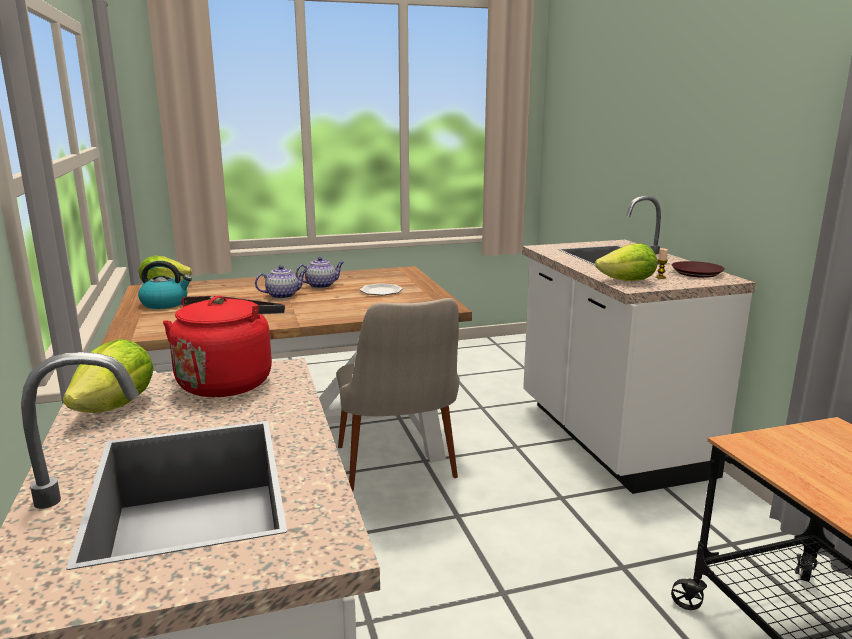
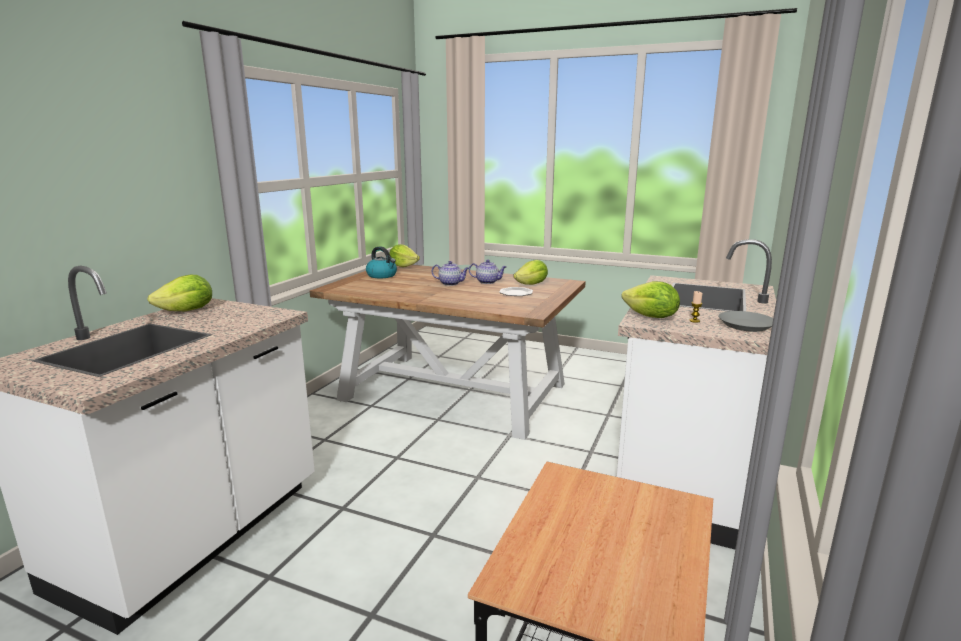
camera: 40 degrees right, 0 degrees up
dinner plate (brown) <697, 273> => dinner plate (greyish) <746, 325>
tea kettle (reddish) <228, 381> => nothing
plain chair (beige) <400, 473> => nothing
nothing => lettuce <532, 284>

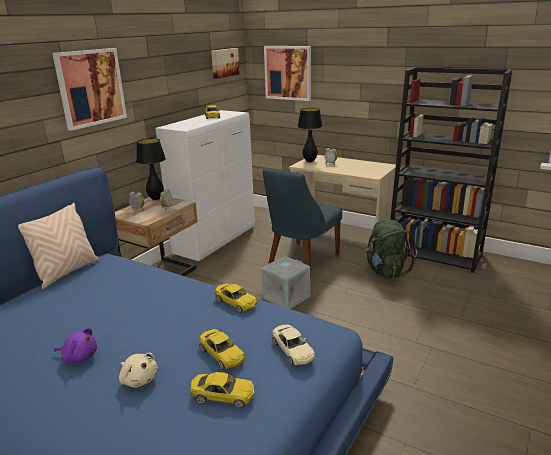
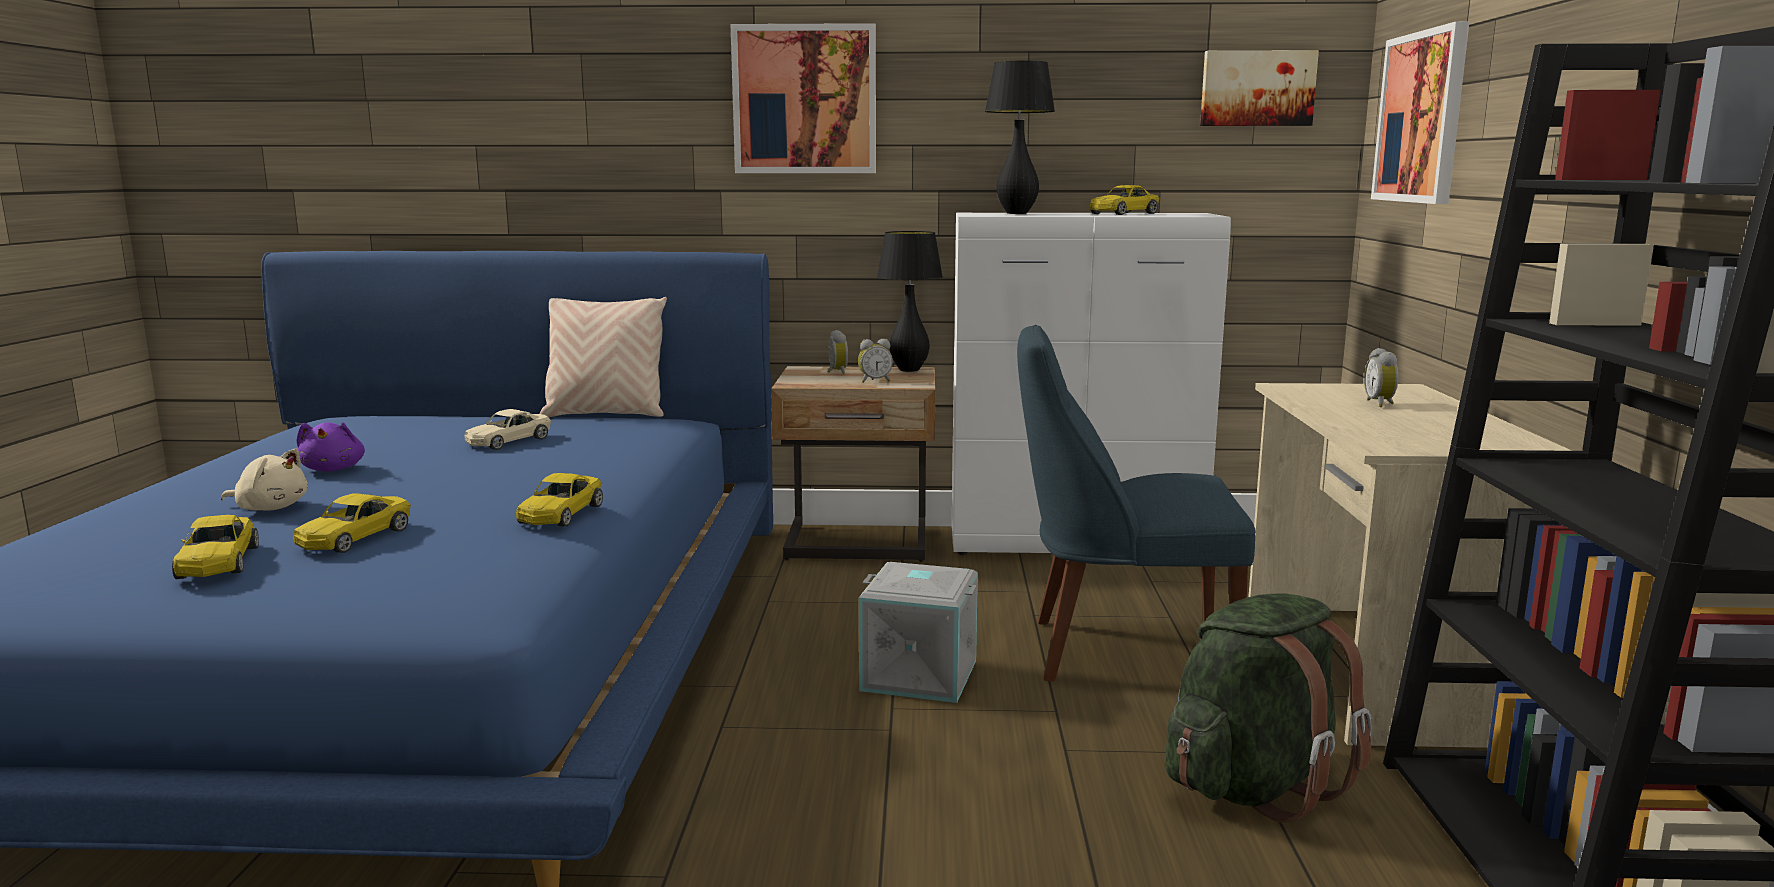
camera: 60 degrees right, 10 degrees down
lamp for a table (blackish) <310, 161> => lamp for a table (blackish) <1016, 213>, relocated
miniature car (beige) <293, 350> => miniature car (beige) <509, 441>, relocated
soft toy (beige) <139, 379> => soft toy (beige) <270, 508>, 90 degrees counterclockwise

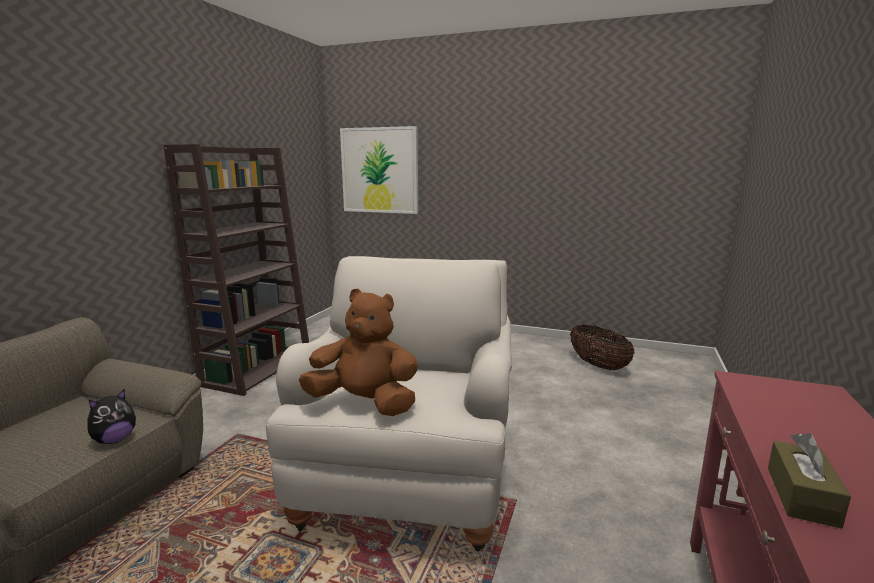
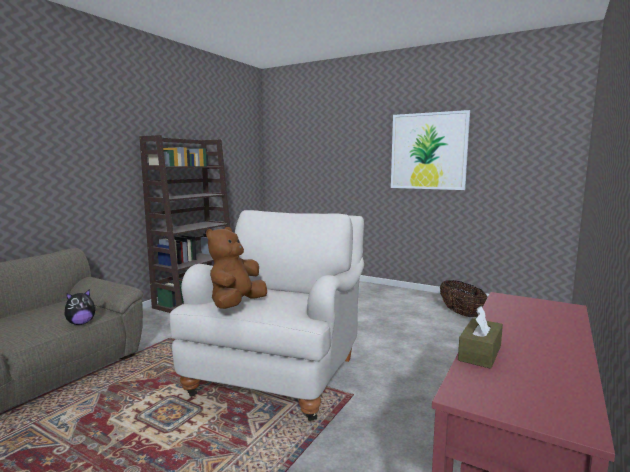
camera: 10 degrees right, 5 degrees down
wall picture <379, 170> => wall picture <428, 151>, relocated
soft toy (brown) <365, 403> => soft toy (brown) <236, 305>, 90 degrees counterclockwise

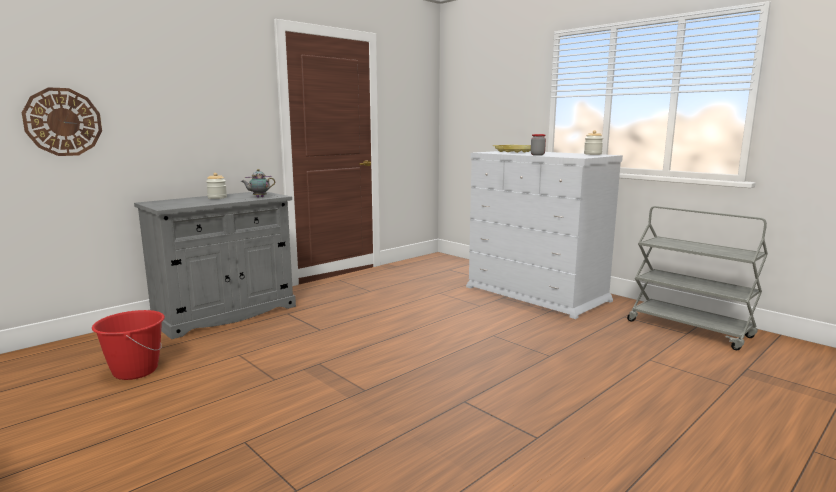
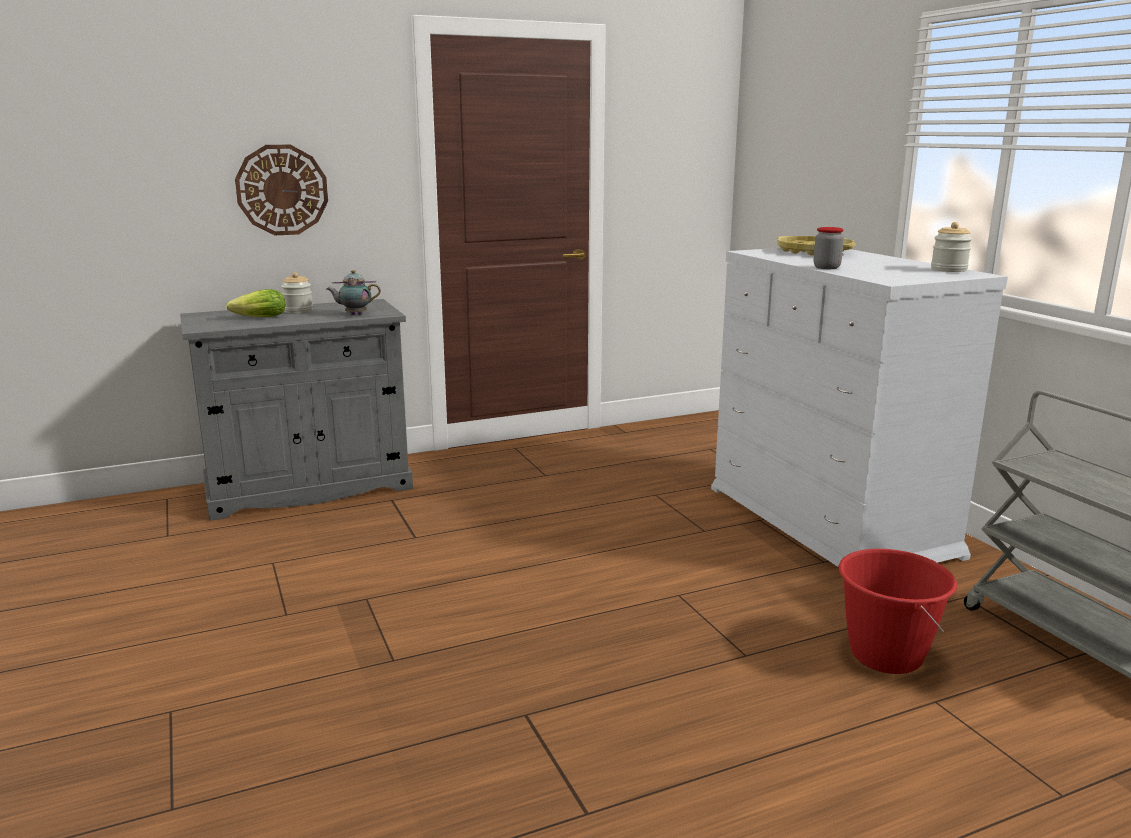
camera: 20 degrees right, 5 degrees up
hanging clock <63, 122> => hanging clock <282, 190>, relocated
pail (reddish) <135, 371> => pail (reddish) <885, 655>, relocated
nothing => lettuce <257, 318>

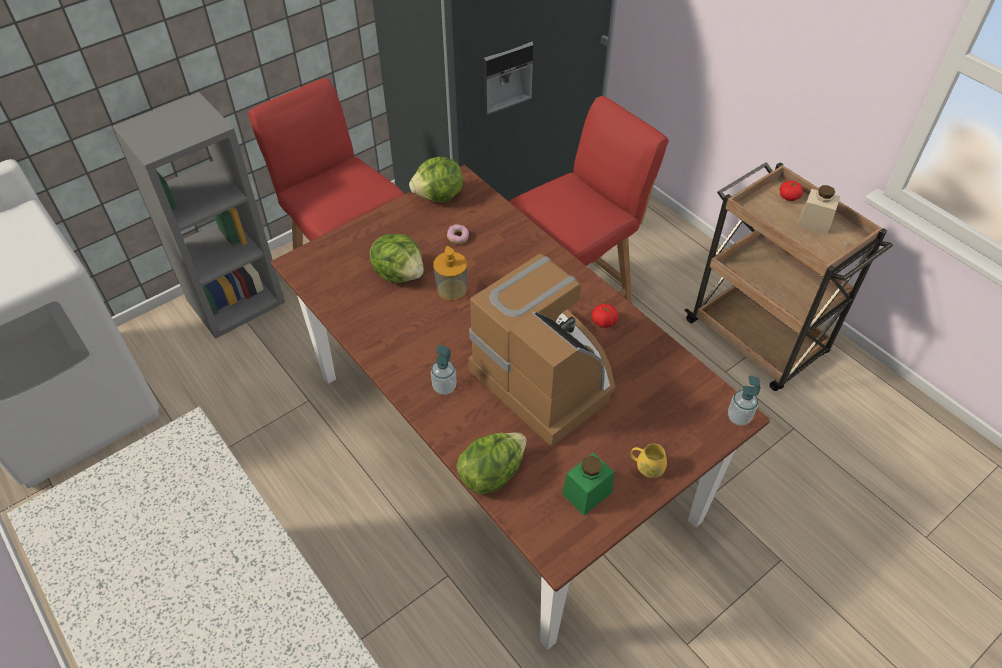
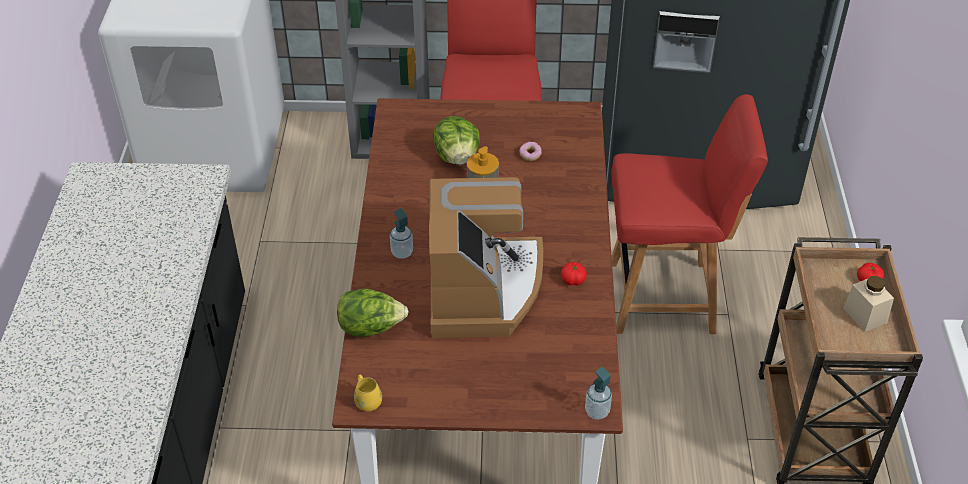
camera: 40 degrees right, 5 degrees down
lettuce <439, 197> => nothing
mug (yellowish) <646, 466> => mug (yellowish) <367, 400>, relocated
storage jar (greenish) <587, 493> => nothing

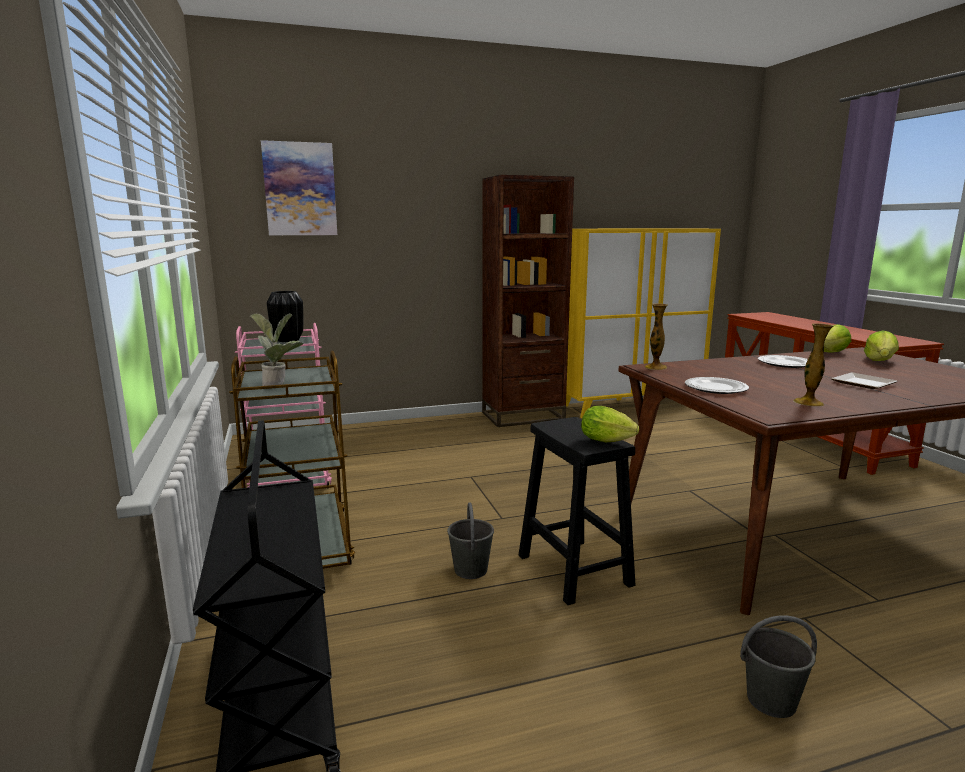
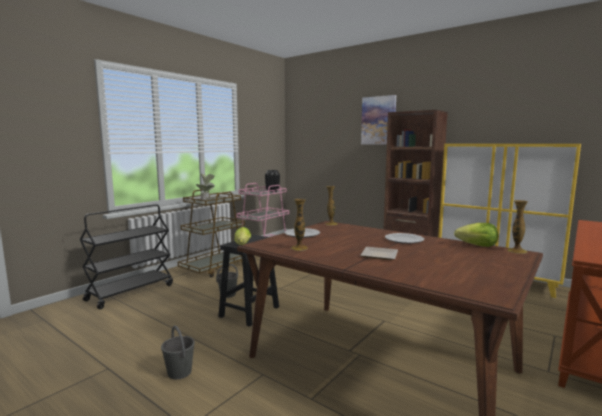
camera: 55 degrees right, 5 degrees down
wall picture <300, 189> => wall picture <378, 120>, relocated
lettuce <880, 361> => nothing
nothing => flower vase <517, 251>

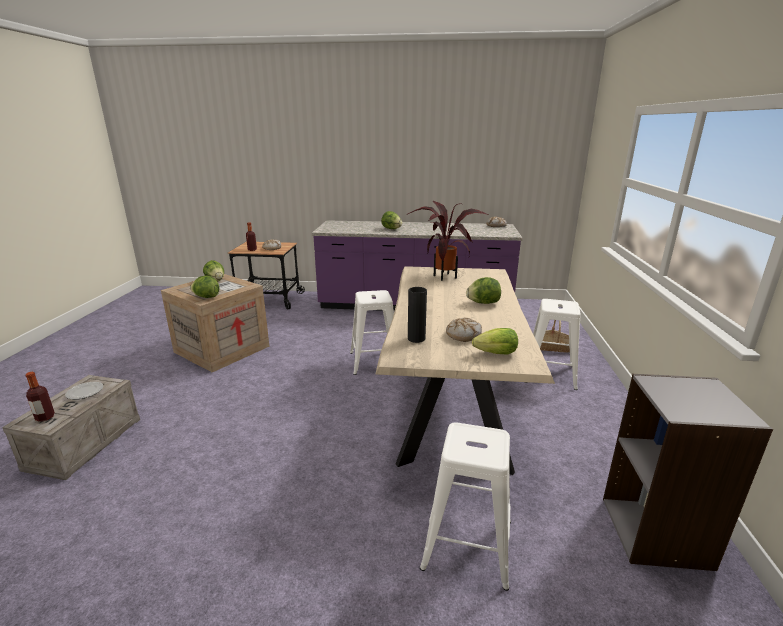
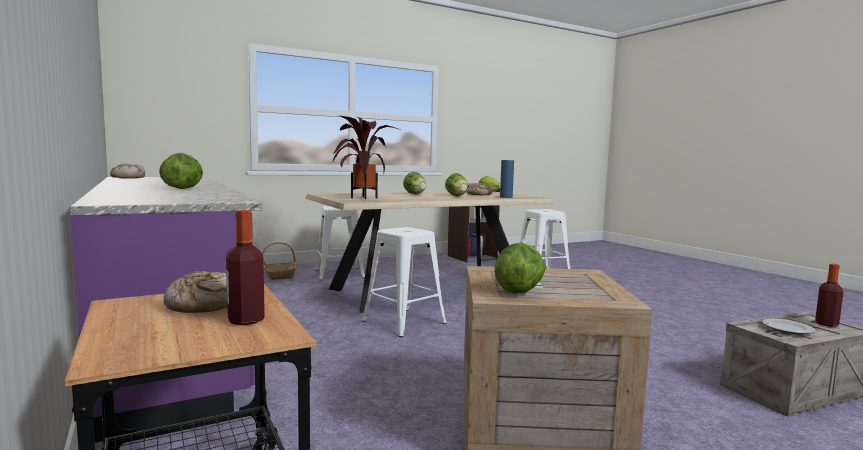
camera: 125 degrees left, 15 degrees down
lettuce <206, 297> => lettuce <456, 196>, relocated
flower vase (blackish) <416, 338> => flower vase (blue-coloured) <506, 197>

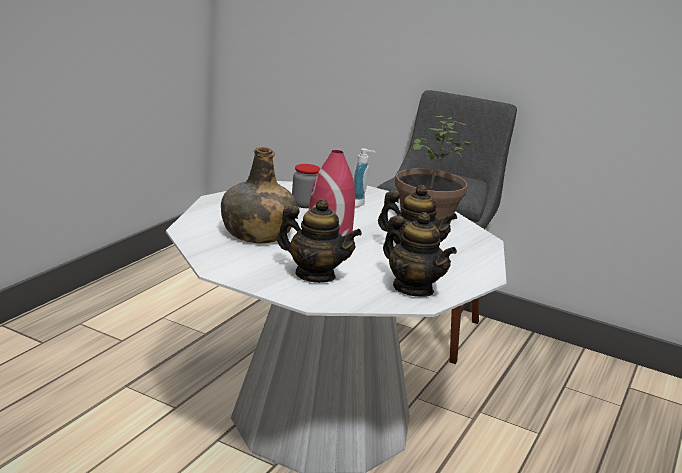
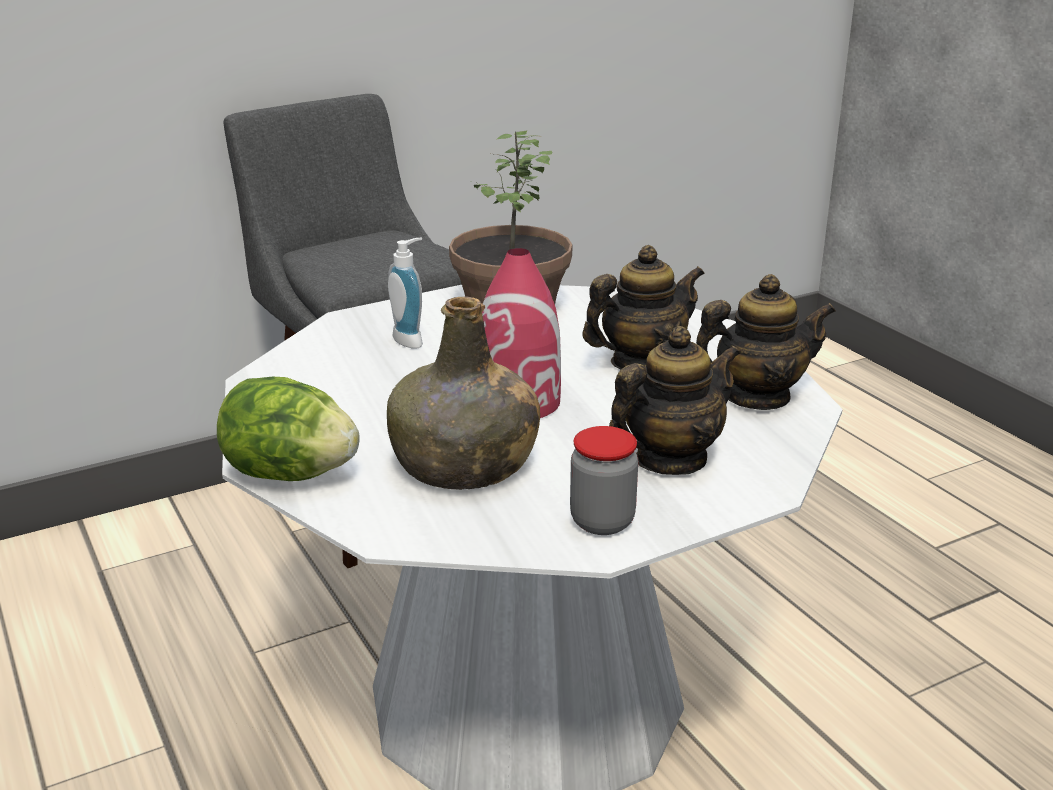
camera: 55 degrees left, 5 degrees up
storage jar <304, 204> => storage jar <602, 521>, relocated
nothing => lettuce <290, 474>

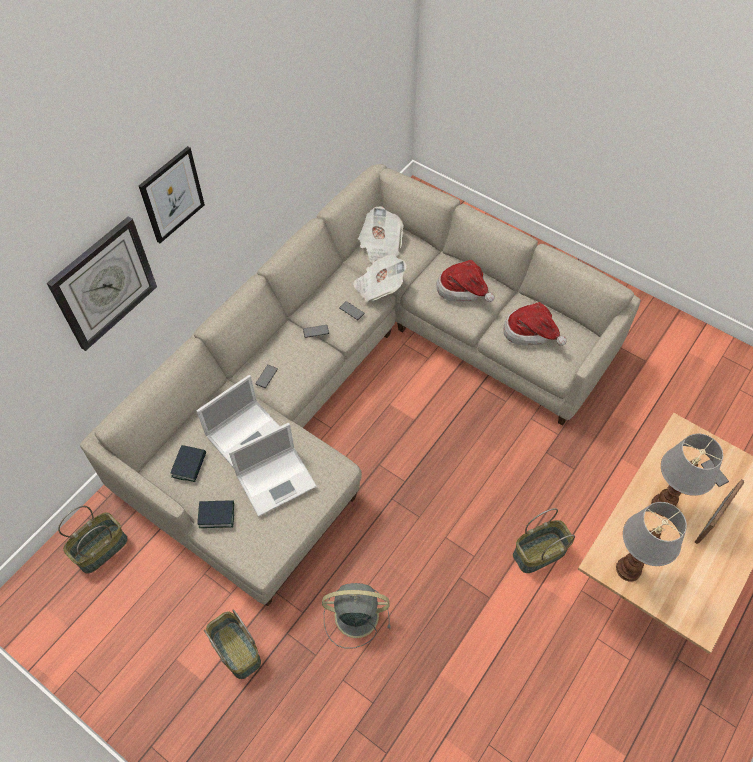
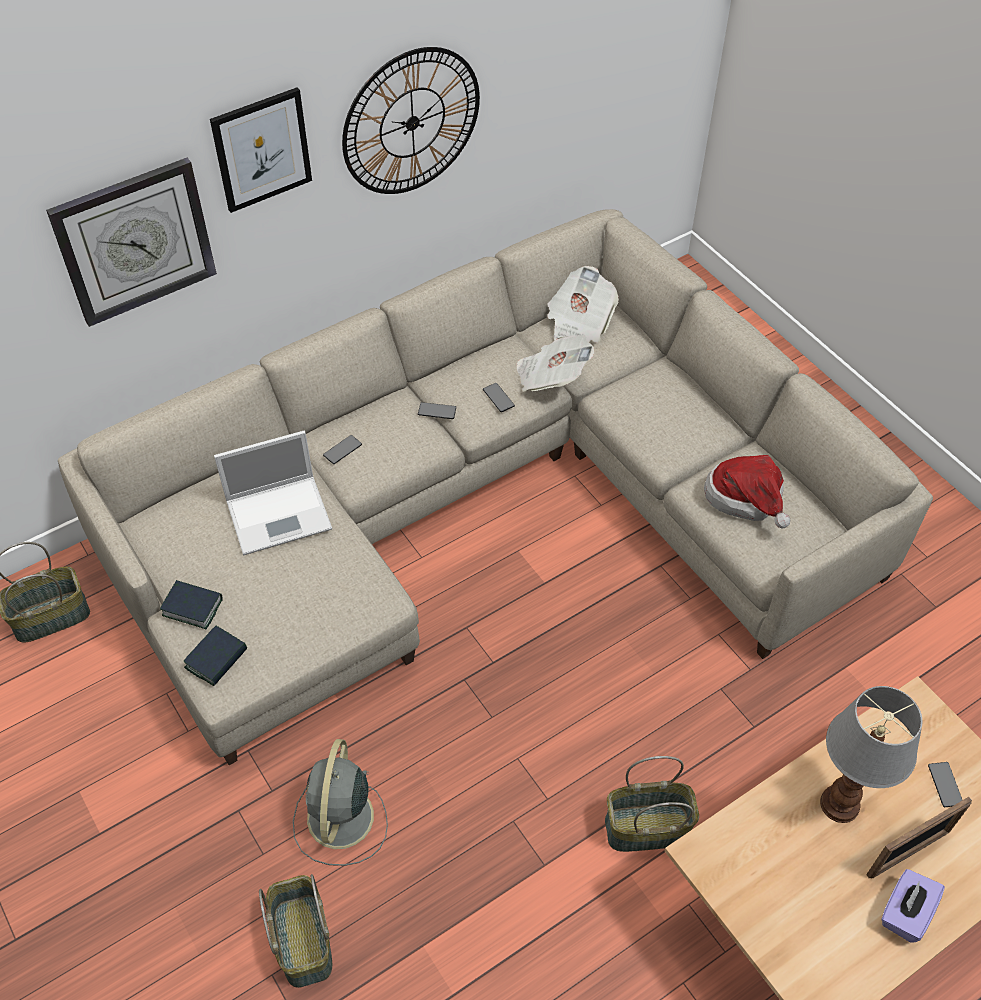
camera: 20 degrees right, 5 degrees down
hat <463, 290> => nothing
portable computer <277, 480> => nothing
book <189, 465> => book <216, 659>, relocated
lamp for a table <627, 569> => nothing
electric fan (greyish) <354, 615> => electric fan (greyish) <340, 820>, 105 degrees counterclockwise
household basket <236, 650> => household basket <301, 940>, relocated
nothing => hanging clock <412, 122>
nothing => tissue holder (purple) <905, 913>

